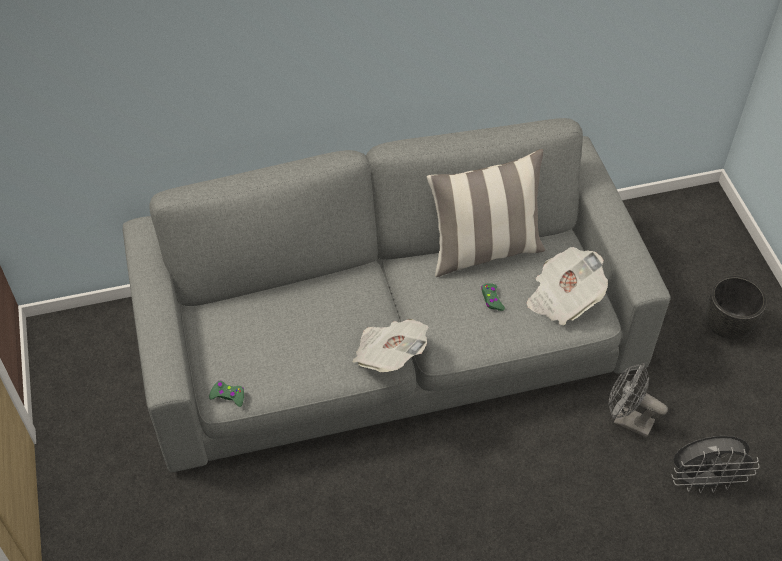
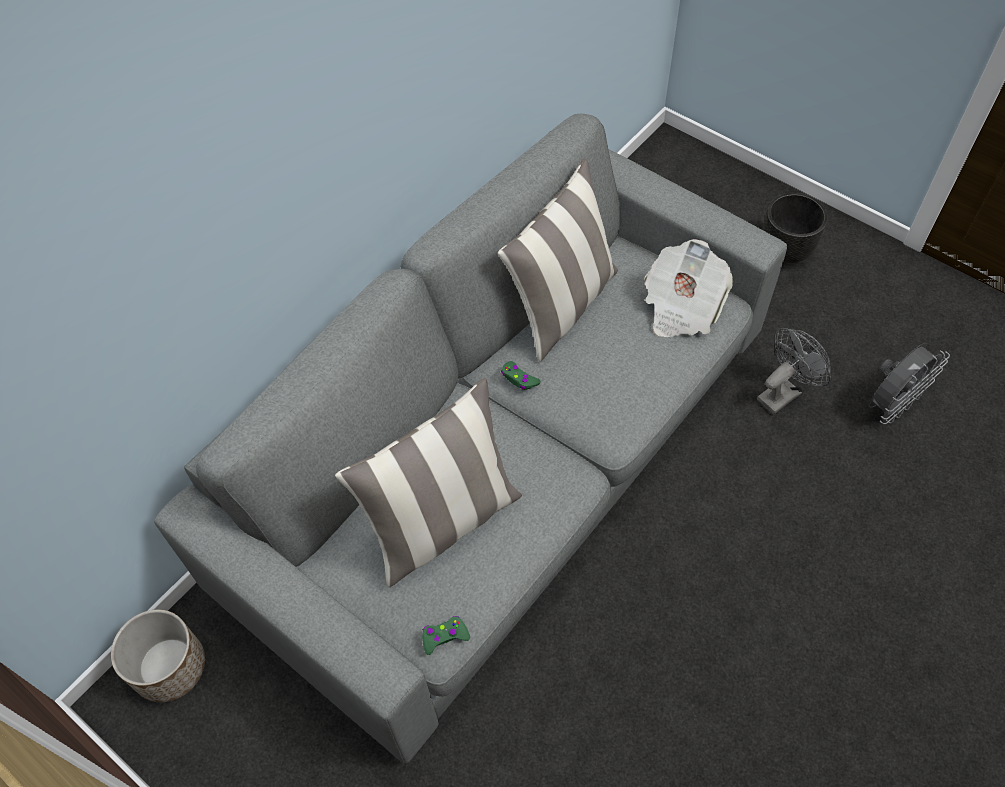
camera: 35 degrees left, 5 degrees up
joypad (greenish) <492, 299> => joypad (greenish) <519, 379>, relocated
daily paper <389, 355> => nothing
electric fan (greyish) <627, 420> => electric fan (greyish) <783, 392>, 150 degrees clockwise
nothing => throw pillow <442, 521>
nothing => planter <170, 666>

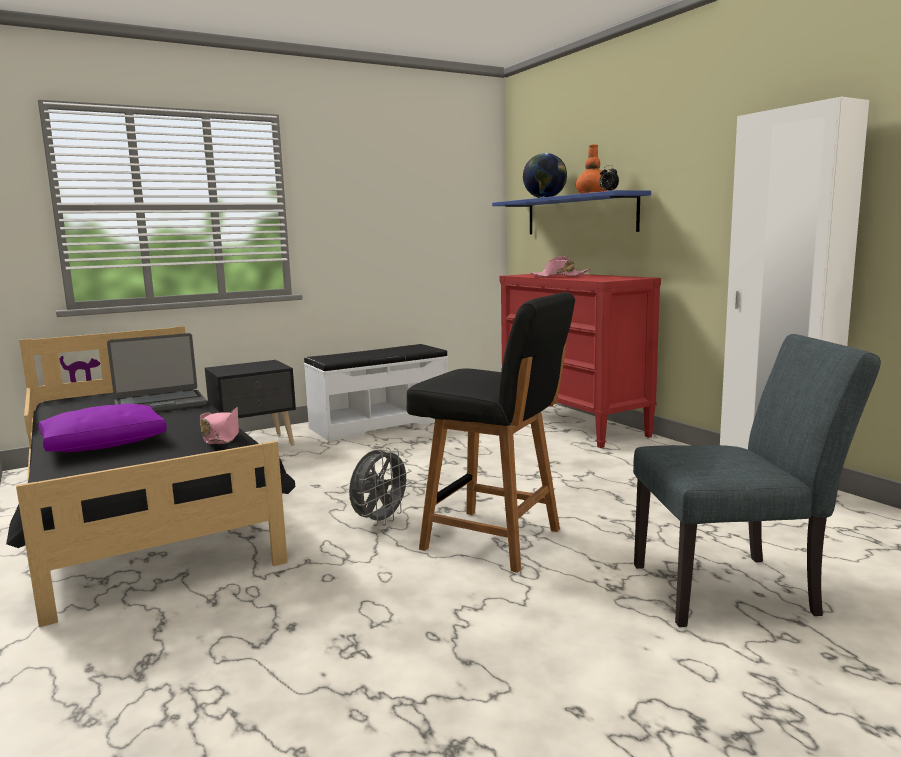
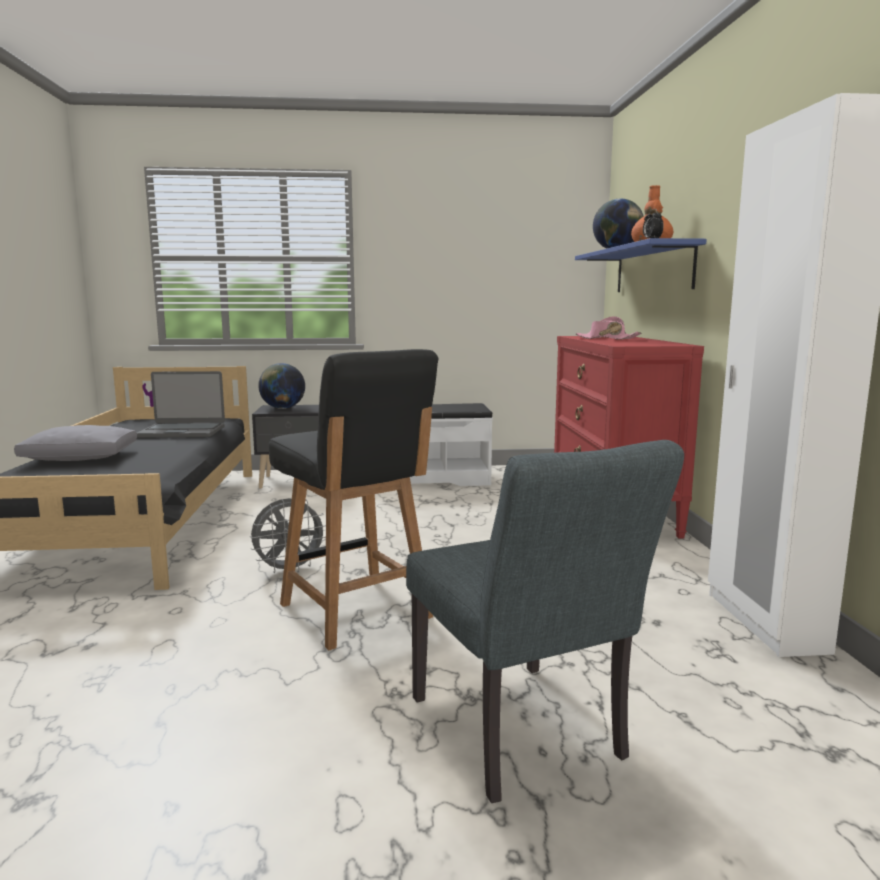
camera: 25 degrees right, 0 degrees up
plain chair (greyish) <736, 589> => plain chair (greyish) <523, 737>, 45 degrees clockwise
throw pillow (purple) <106, 444> => throw pillow (greyish) <81, 457>
hat (pink) <221, 437> => nothing
nothing => world globe <282, 408>

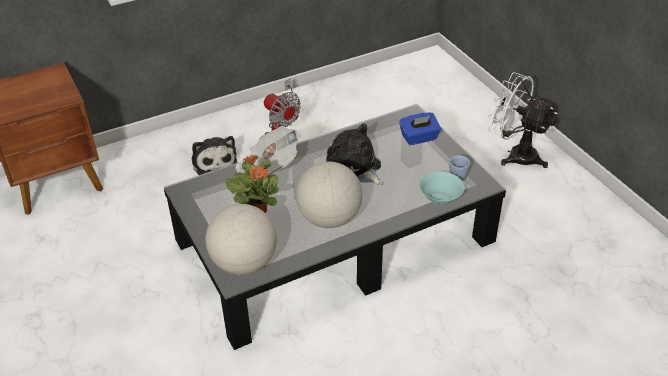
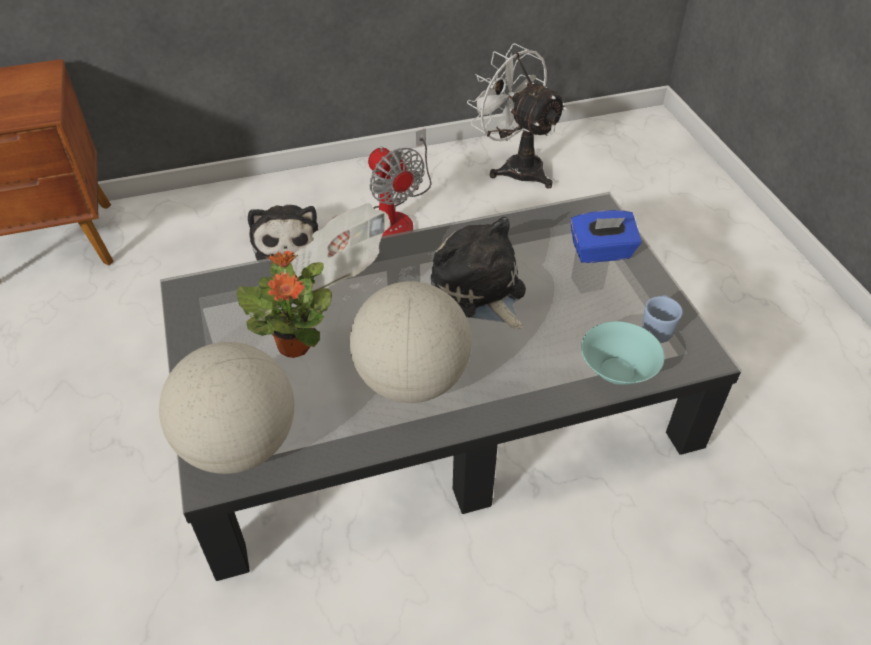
camera: 10 degrees right, 5 degrees up
electric fan (white) <515, 154> => electric fan (white) <515, 167>, relocated

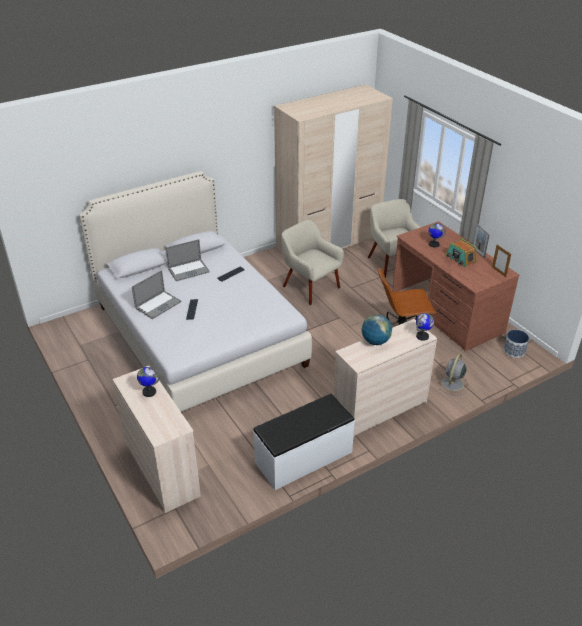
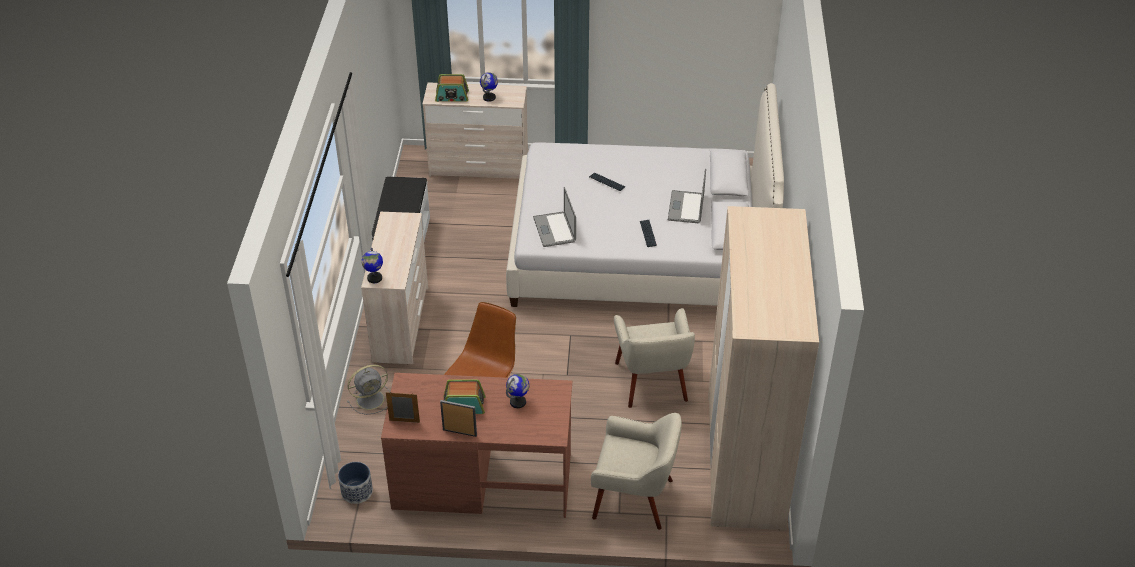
camera: 125 degrees right, 5 degrees up
easy chair (beige) <310, 287> => easy chair (beige) <652, 382>, 90 degrees clockwise
portable computer <158, 305> => portable computer <554, 229>, relocated
world globe <375, 341> => nothing
electric fan (greyish) <452, 384> => electric fan (greyish) <371, 399>, 90 degrees clockwise
nothing => radio receiver <452, 96>

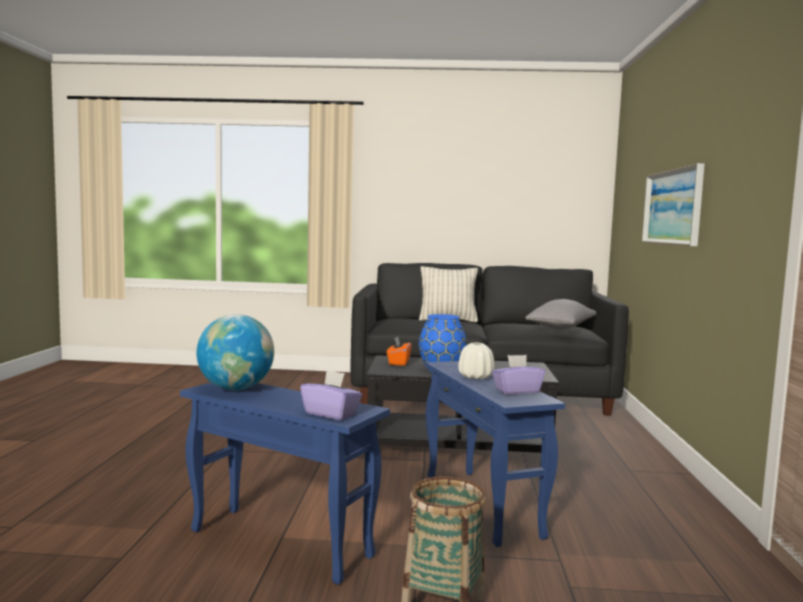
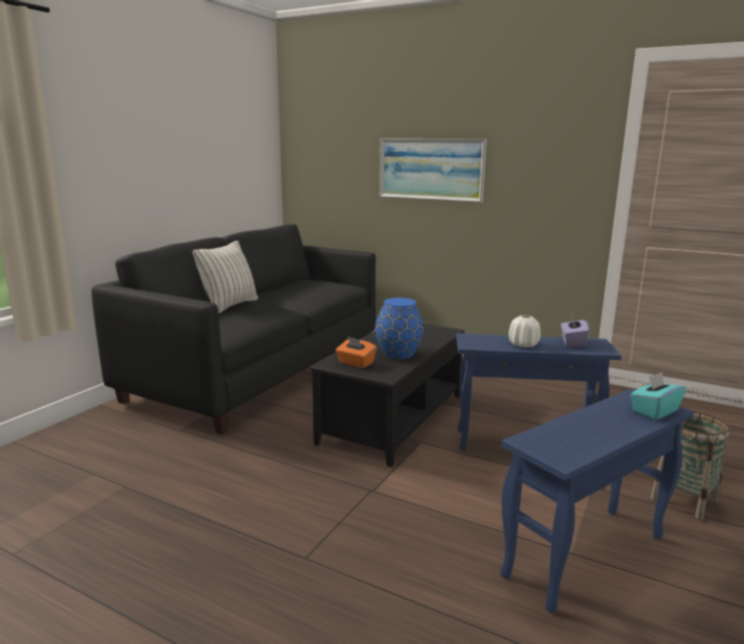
camera: 65 degrees left, 10 degrees up
throw pillow (greyish) <562, 328> => nothing
world globe <236, 389> => nothing
tissue holder (purple) <331, 414> => tissue holder (turquoise) <654, 411>

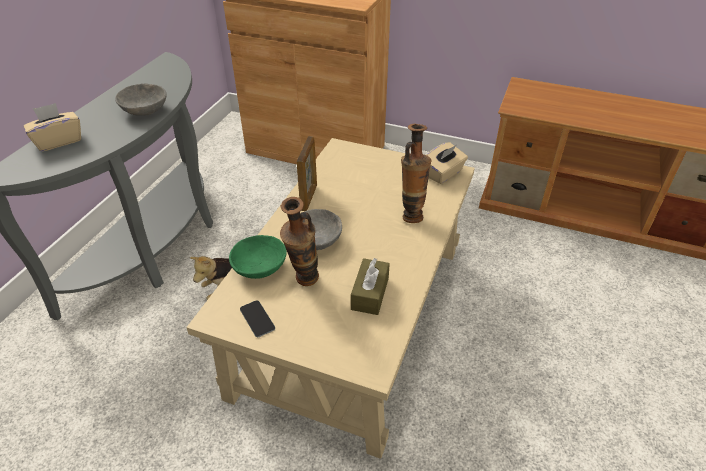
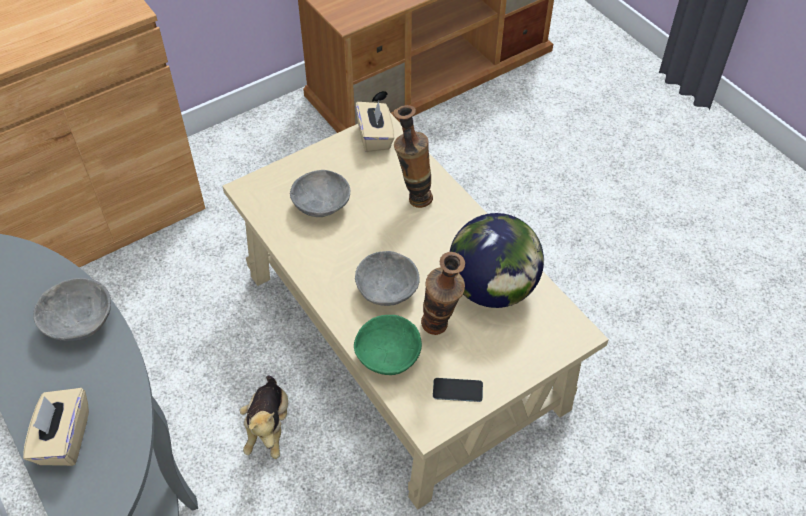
camera: 55 degrees left, 10 degrees up
standing frame <309, 197> => nothing
tissue holder (brown) <370, 293> => world globe <492, 288>
nothing => deep dish (greyish) <322, 206>

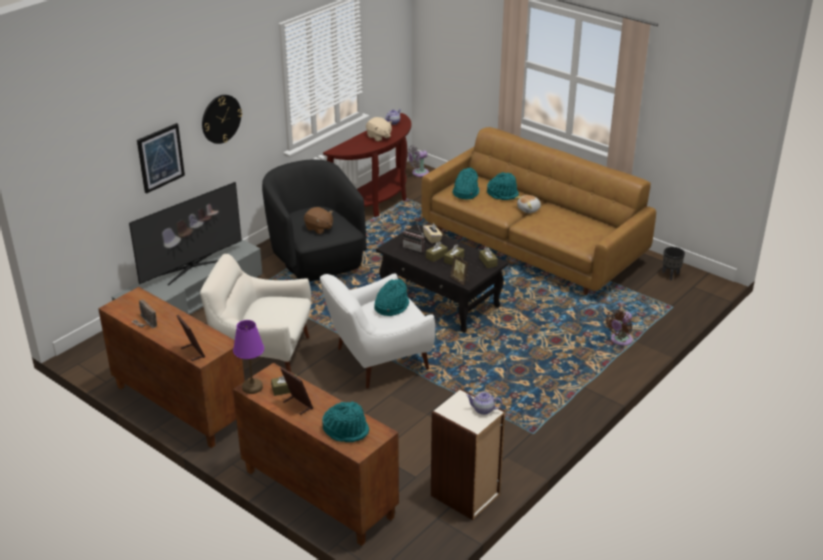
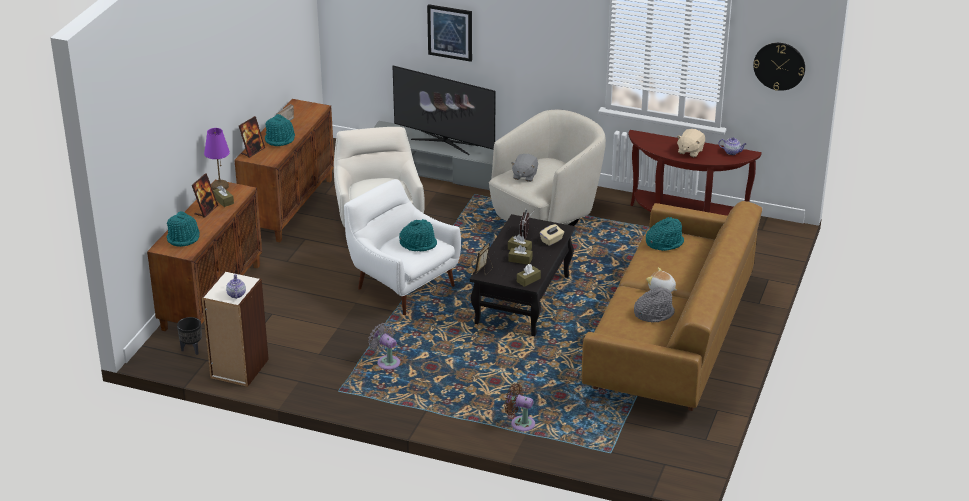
camera: 70 degrees right, 0 degrees up
hanging clock <221, 119> => hanging clock <779, 66>, relocated
electric fan (greyish) <418, 173> => electric fan (greyish) <386, 362>, relocated
easy chair (blackish) <317, 260> => easy chair (beige) <546, 215>
hat (turquoise) <503, 194> => hat (turquoise) <280, 139>, relocated
soft toy (brown) <319, 228> => soft toy (greyish) <524, 176>
planter (blackish) <671, 275> => planter (blackish) <192, 349>, relocated
nothing => hat (greyish) <654, 313>

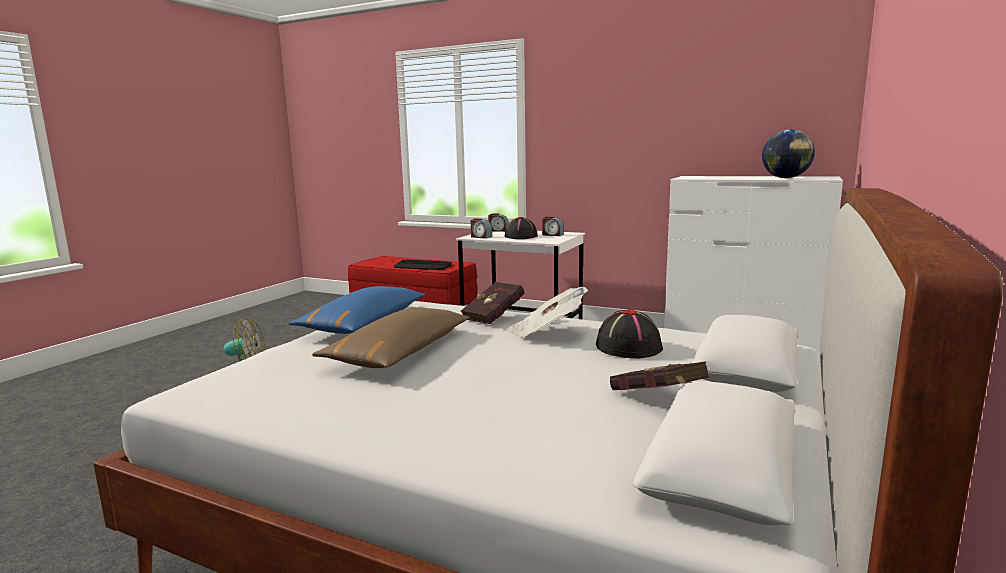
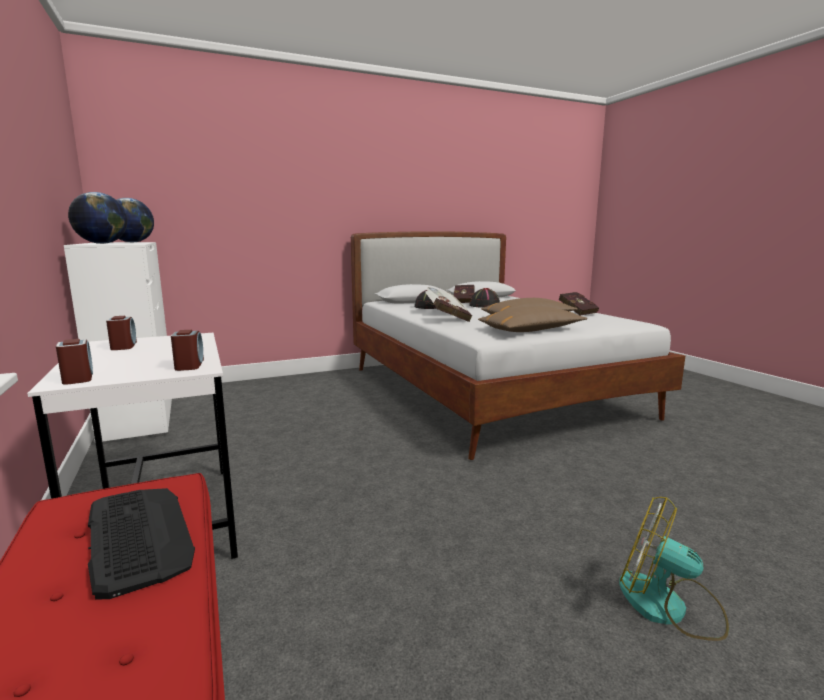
camera: 140 degrees left, 0 degrees up
hat (blackish) <521, 236> => hat (blackish) <484, 306>, relocated
throw pillow (blue-coloured) <364, 323> => throw pillow (brown) <531, 330>
nothing => world globe <101, 243>
nothing => book (reddish) <576, 312>

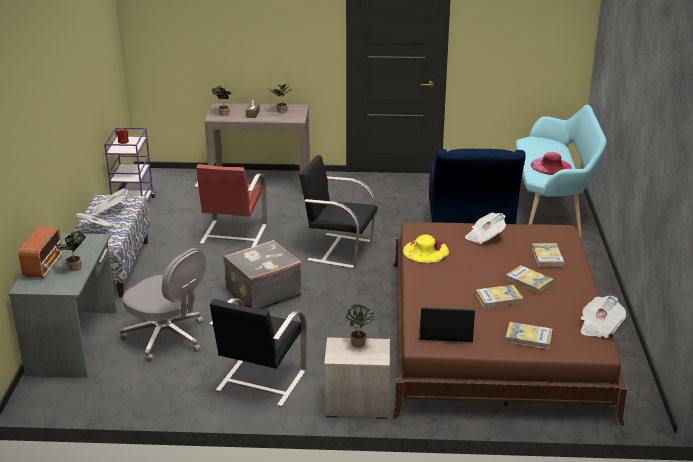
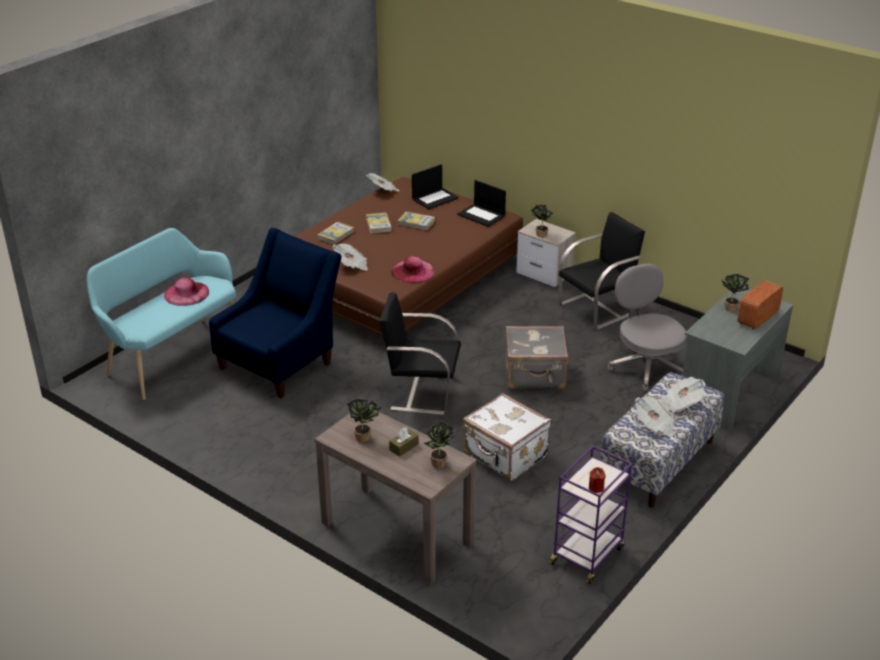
camera: 145 degrees left, 5 degrees up
plain chair (blackish) <339, 250> => plain chair (blackish) <421, 393>, 135 degrees clockwise
plain chair (reddish) <233, 235> => travel case (white) <505, 456>
hat (yellowish) <426, 251> => hat (pink) <412, 271>
book <528, 337> => portable computer <435, 198>

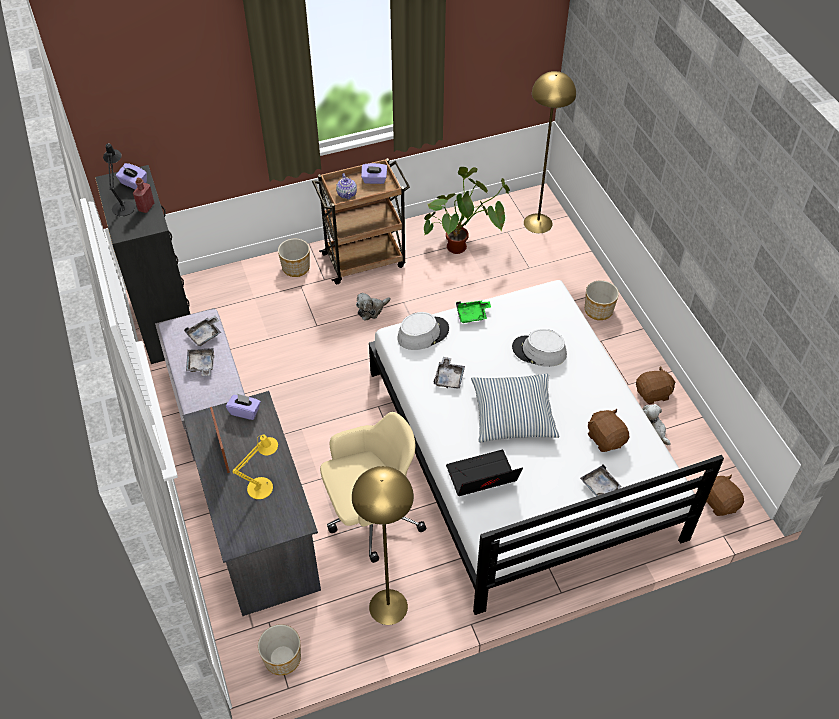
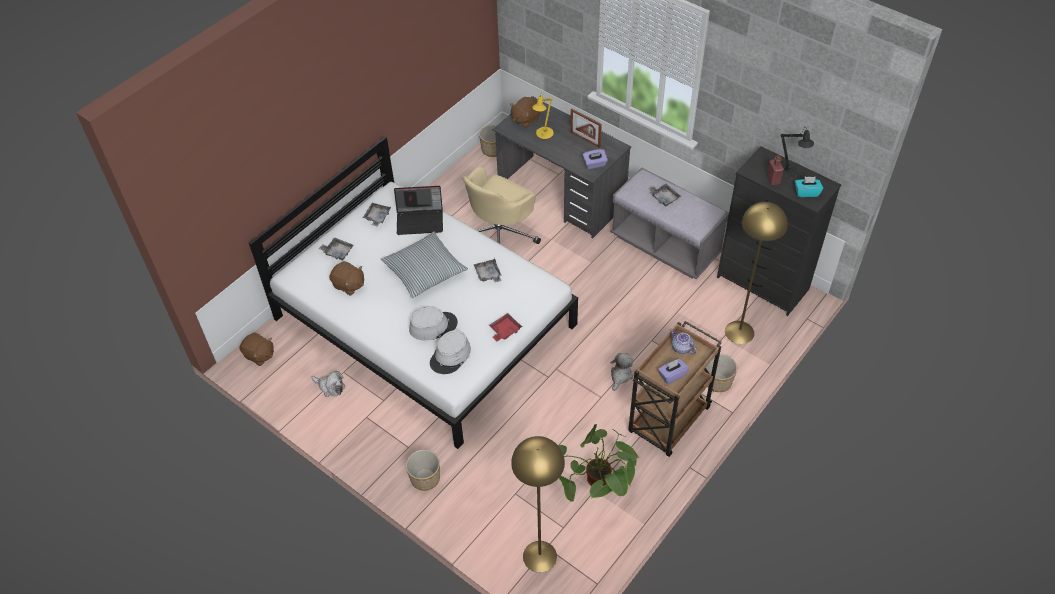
camera: 150 degrees right, 0 degrees up
tissue holder (purple) <133, 183> => tissue holder (turquoise) <806, 192>
carrying tray (greenish) <472, 315> => carrying tray (reddish) <504, 330>
hat (greyish) <423, 333> => hat (greyish) <450, 356>, relocated
carrying tray (greyish) <205, 335> => carrying tray (greyish) <377, 217>, relocated
soft toy (brown) <653, 394> => soft toy (brown) <525, 119>, relocated
portable computer <481, 478> => portable computer <420, 220>, 45 degrees clockwise
standing lamp (yellowish) <388, 606> => standing lamp (yellowish) <739, 332>, relocated

